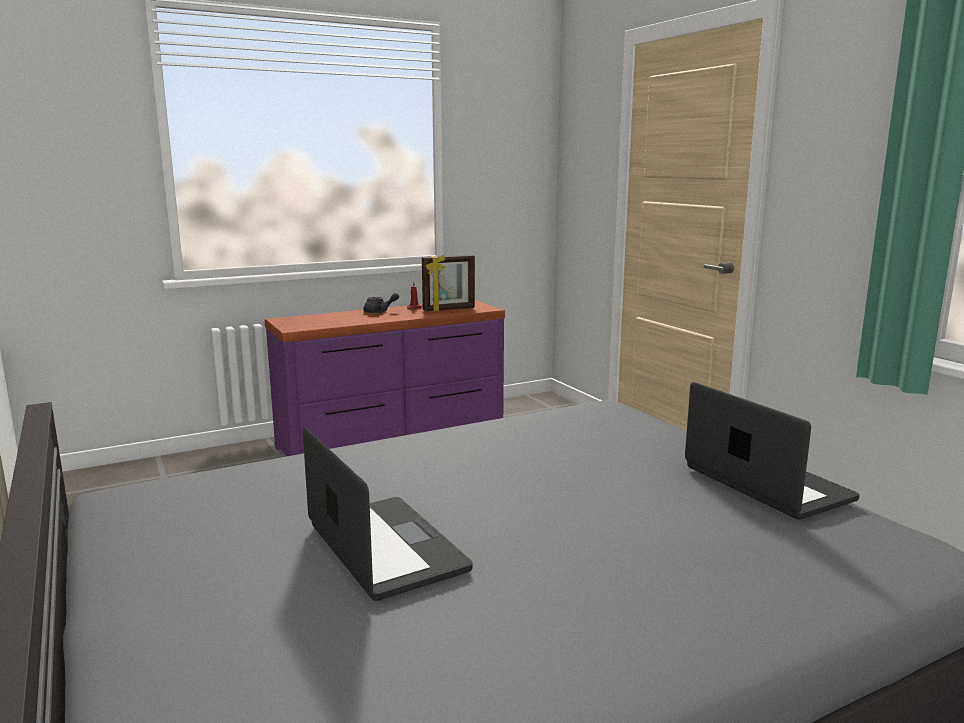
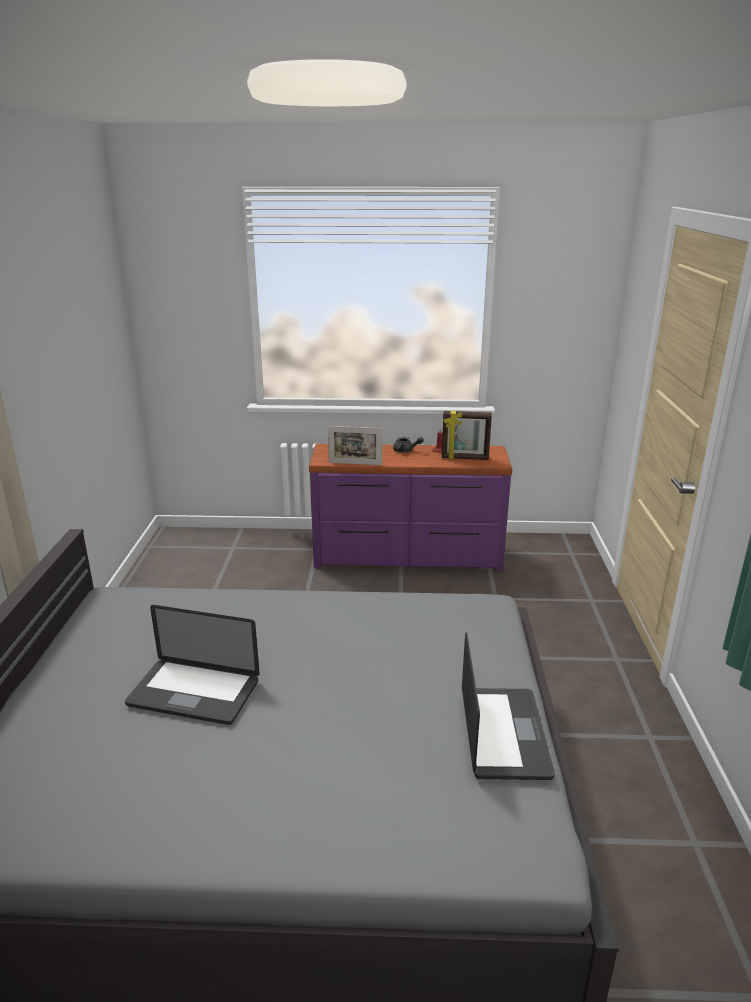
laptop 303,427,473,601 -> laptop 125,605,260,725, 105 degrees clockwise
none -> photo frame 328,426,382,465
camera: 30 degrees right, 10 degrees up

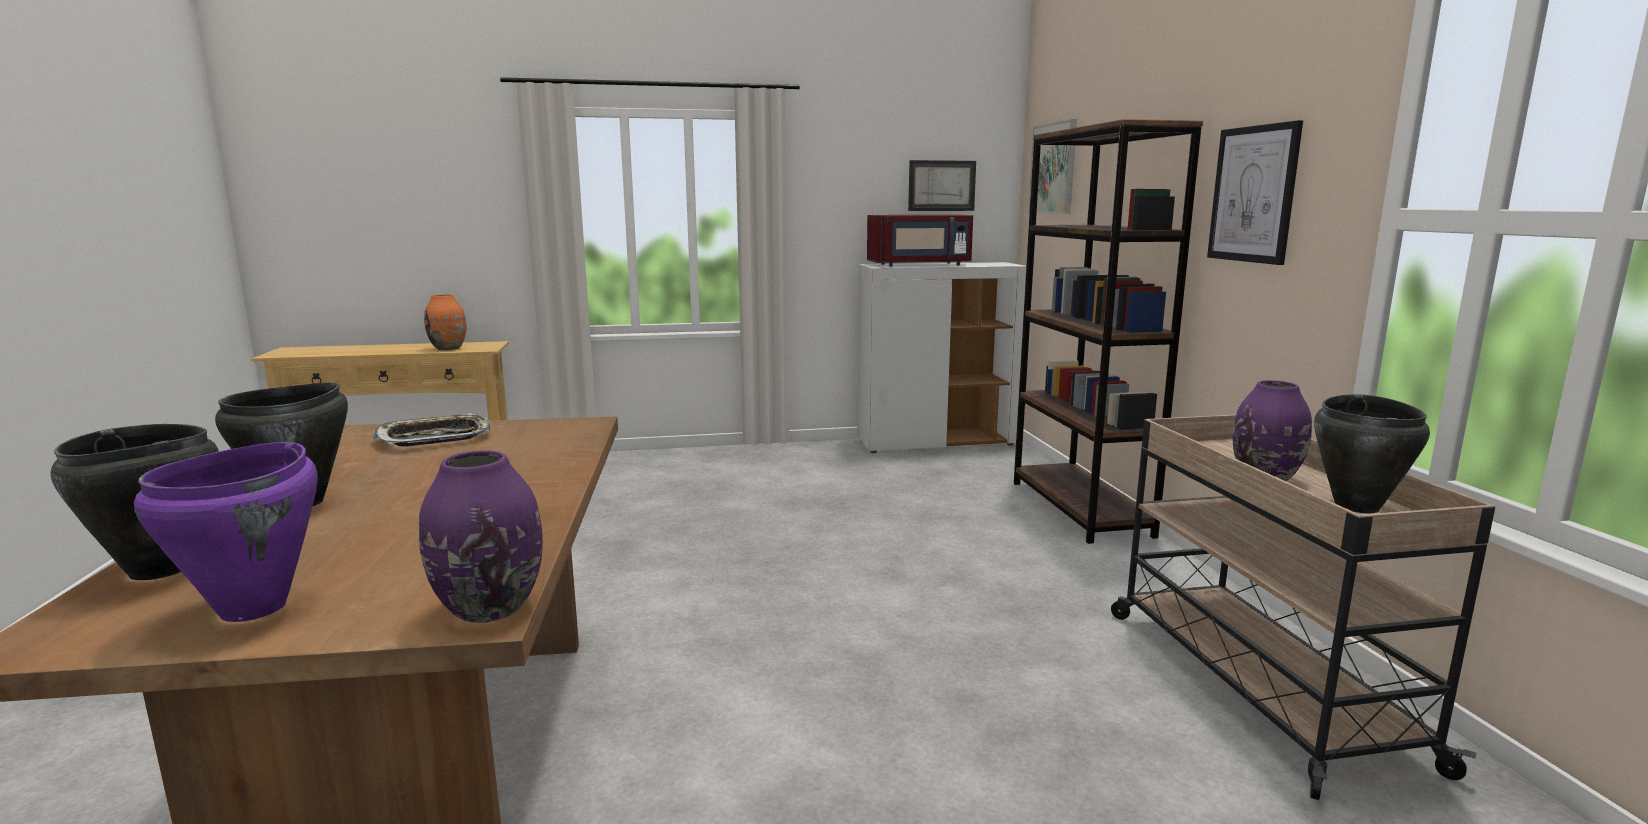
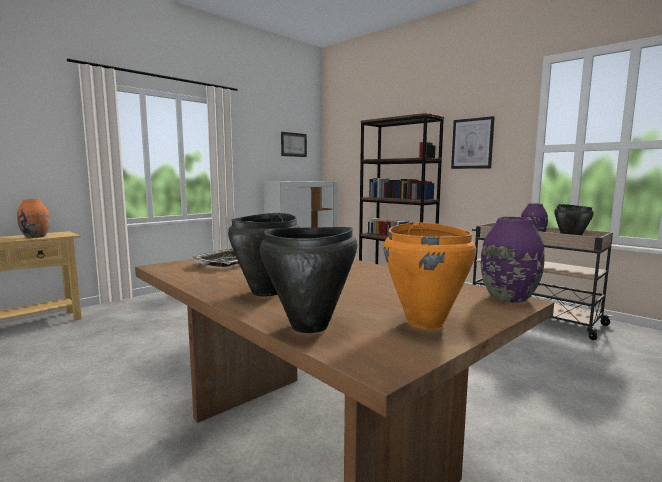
wall picture 1028,119,1077,214 -> none
microwave (red) 867,215,973,267 -> none
cooking pot (purple-coloured) 134,442,318,622 -> cooking pot (orange) 384,222,476,329
camera: 35 degrees left, 5 degrees down

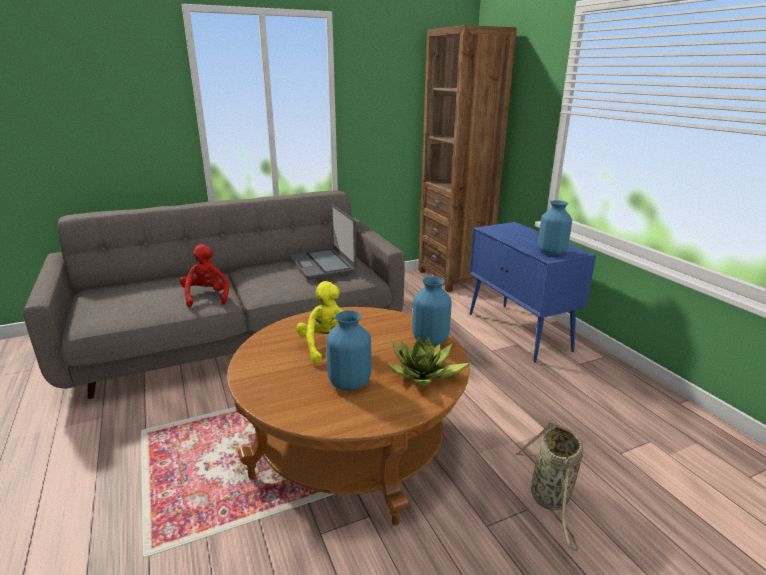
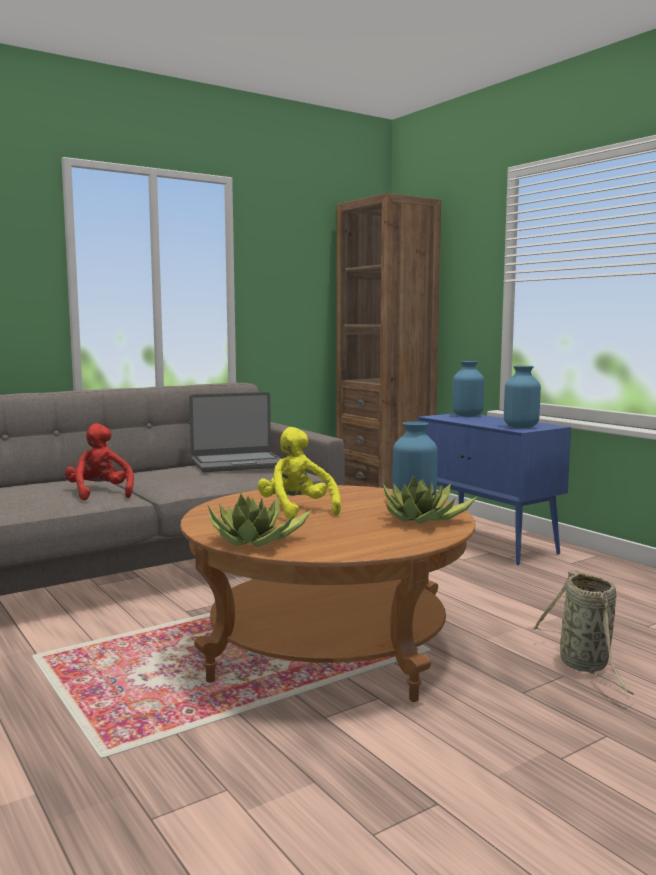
laptop 289,204,357,280 -> laptop 189,392,281,472, 75 degrees counterclockwise
flower vase (bluish) 326,310,371,391 -> flower vase (bluish) 452,361,484,417, relocated
none -> plant in a pot 207,494,312,547
camera: 10 degrees left, 15 degrees down

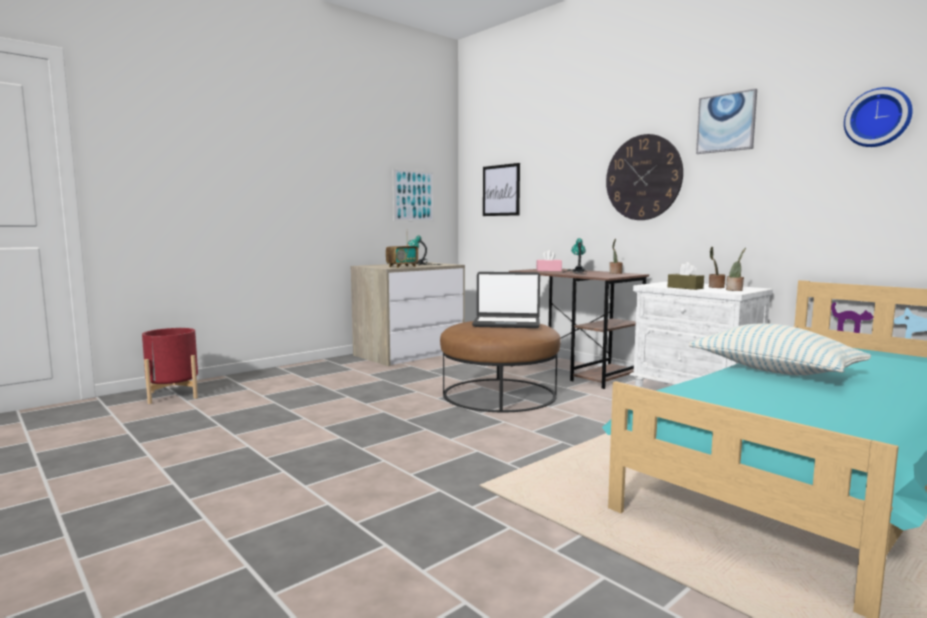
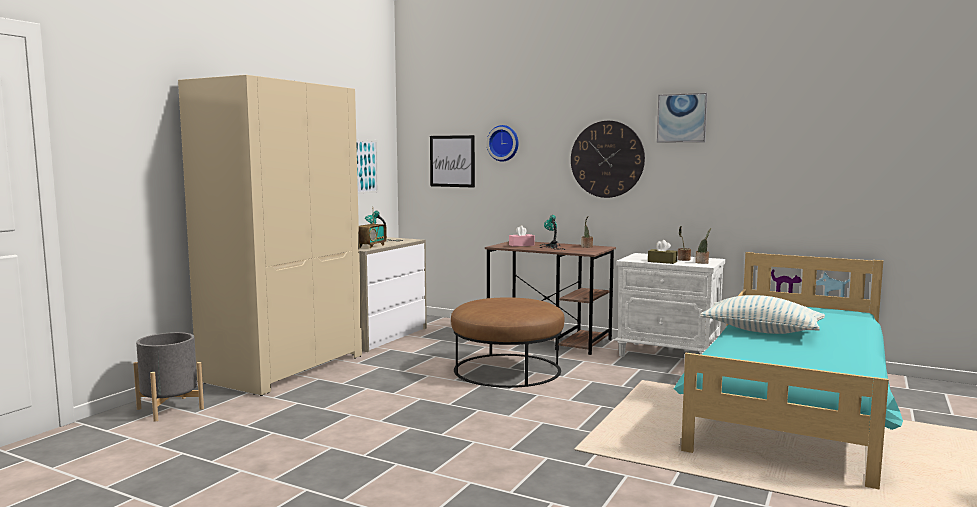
hanging clock 844,87,913,147 -> hanging clock 486,125,519,161, relocated
laptop 472,272,540,328 -> none
planter (red) 142,328,198,404 -> planter (greyish) 133,332,204,422
none -> armoire (sand-coloured) 178,75,362,396
camera: 20 degrees left, 0 degrees up

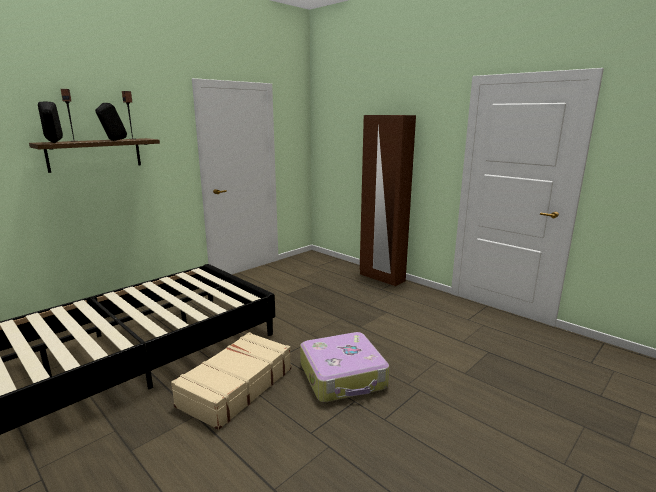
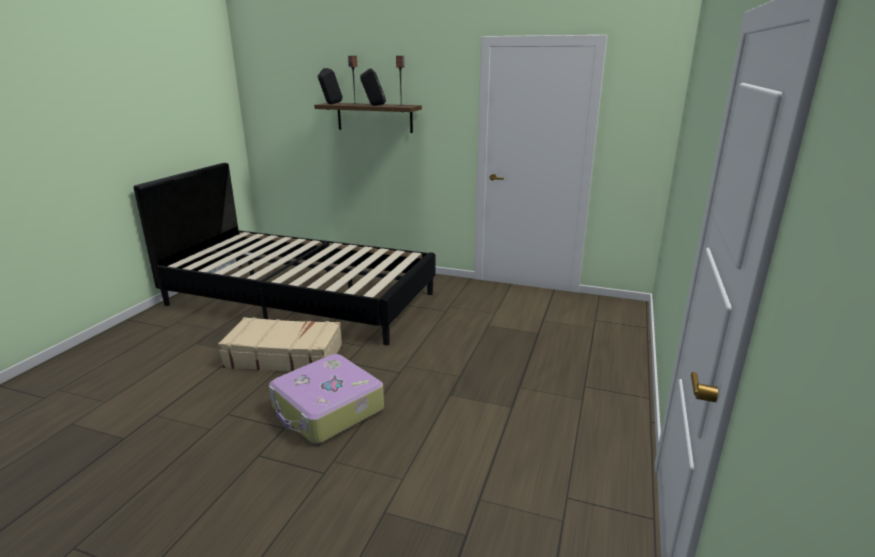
armoire (brownish) 360,115,416,286 -> none
camera: 65 degrees right, 5 degrees up

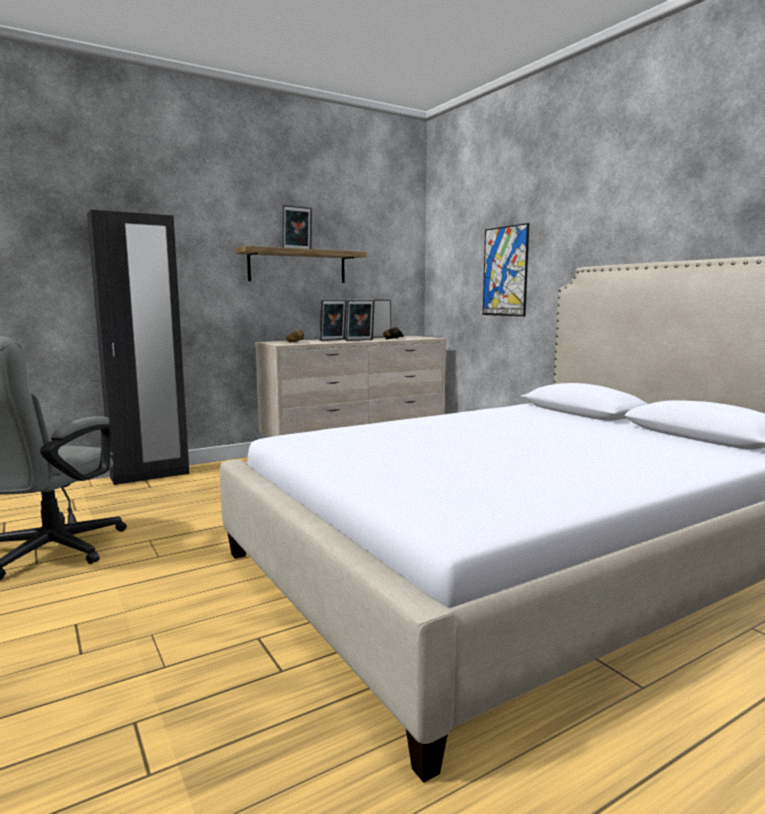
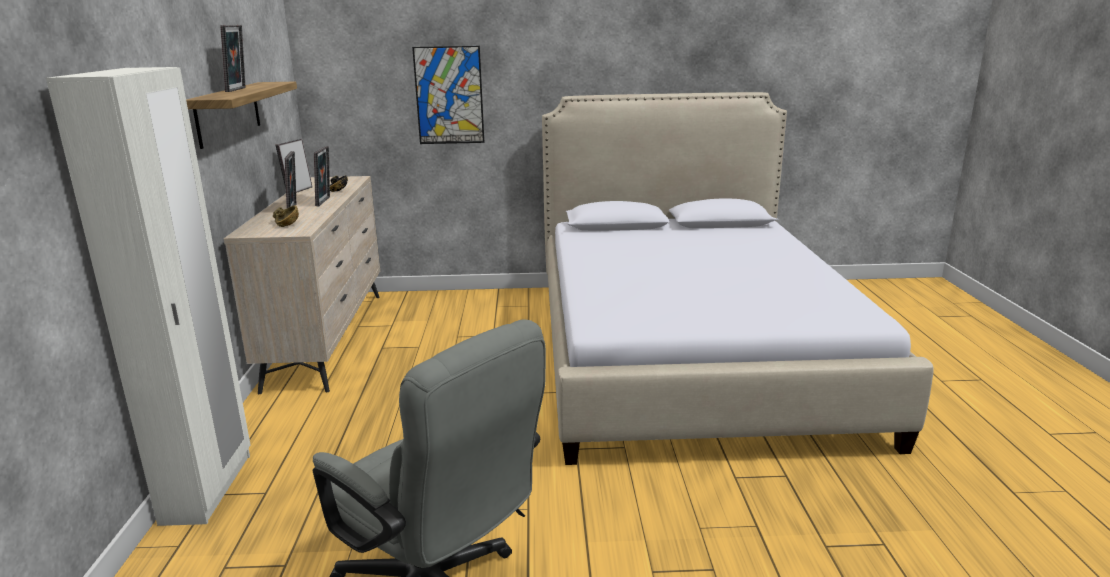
armoire (black-coloured) 87,210,189,485 -> armoire (white-coloured) 46,67,250,526
camera: 60 degrees left, 10 degrees up

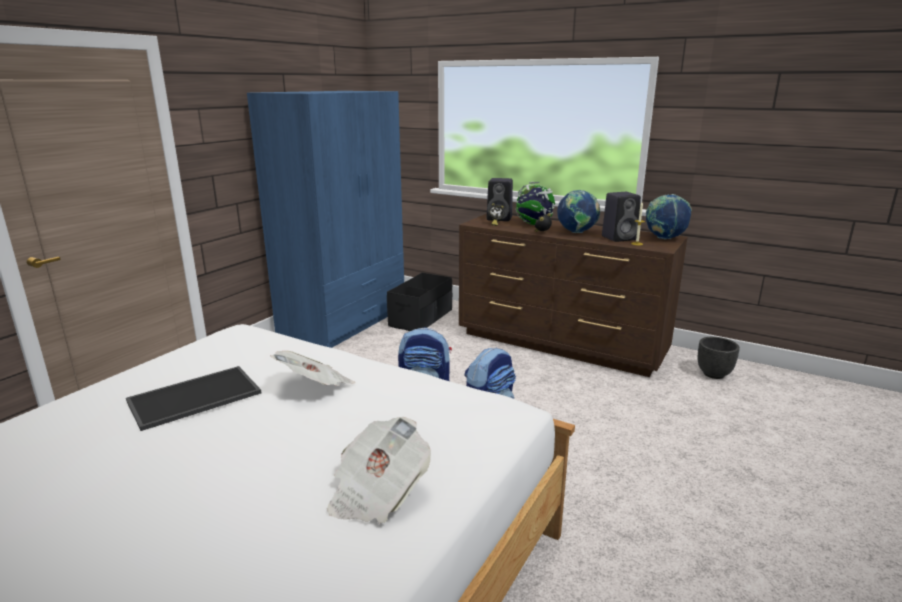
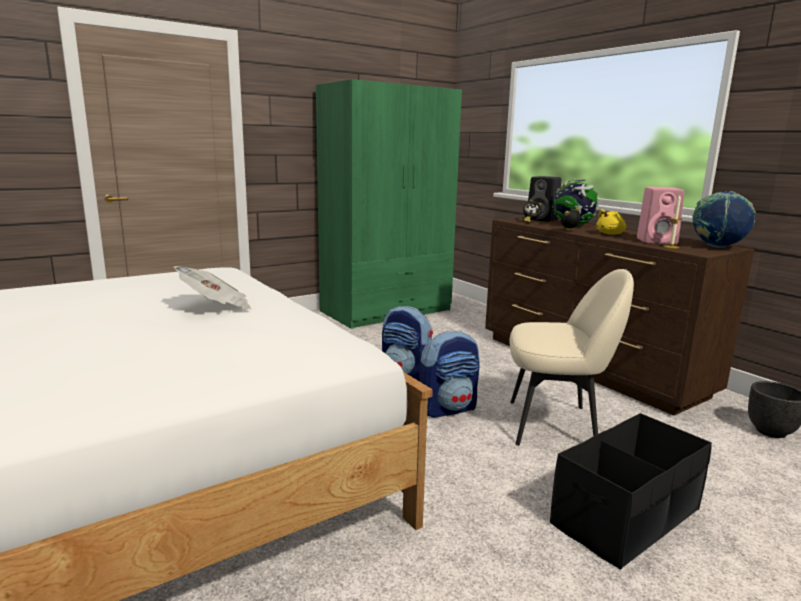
armoire (bluish) 247,91,404,348 -> armoire (green) 316,79,462,329
world globe 557,190,600,233 -> cuddly toy (yellowish) 596,209,627,235
audio speaker (black-coloured) 602,192,641,242 -> audio speaker (pinkish) 637,187,684,245
storage box (black-coloured) 387,273,452,331 -> storage box (black-coloured) 550,413,712,569, relocated
serving tray 126,366,262,431 -> none
printed paper 327,417,431,523 -> none
none -> chair (sand-coloured) 509,269,634,446
camera: 25 degrees right, 5 degrees down

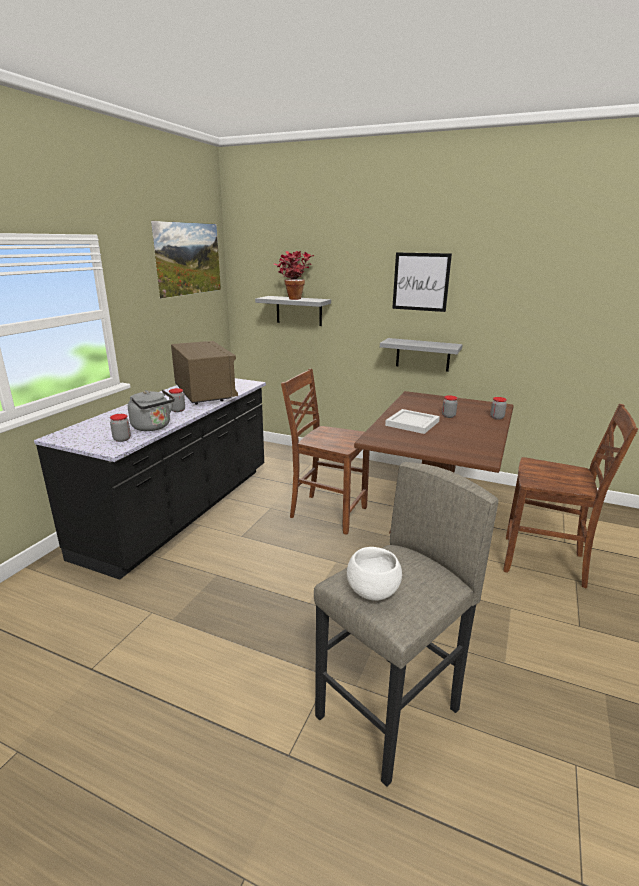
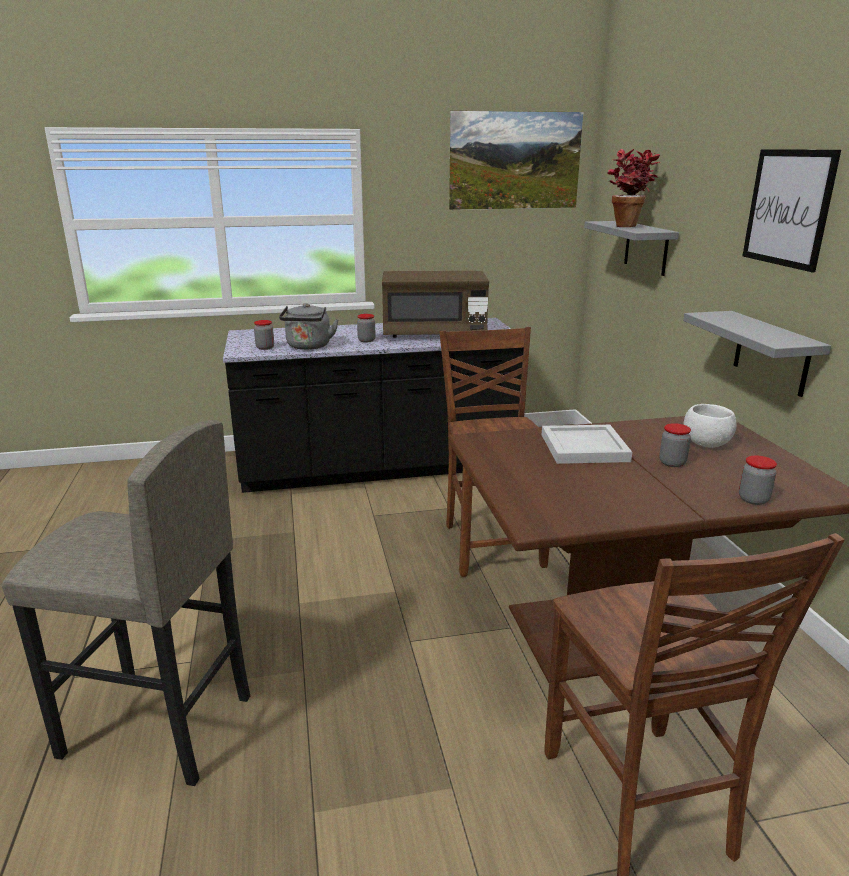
microwave (brownish) 171,341,238,405 -> microwave (brownish) 382,271,489,338, 60 degrees clockwise
bowl (white-coloured) 347,547,402,601 -> bowl (white-coloured) 684,404,737,448, relocated
camera: 55 degrees right, 0 degrees up

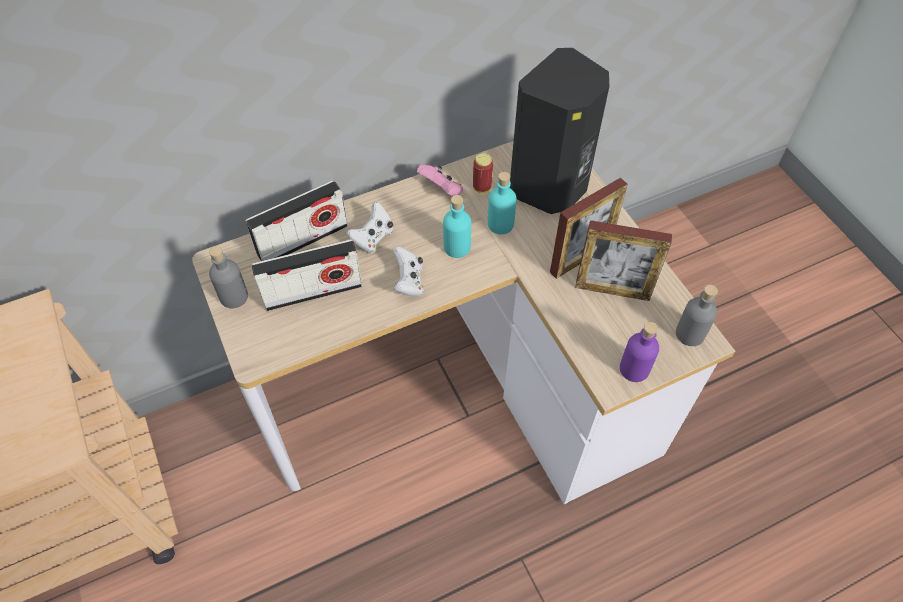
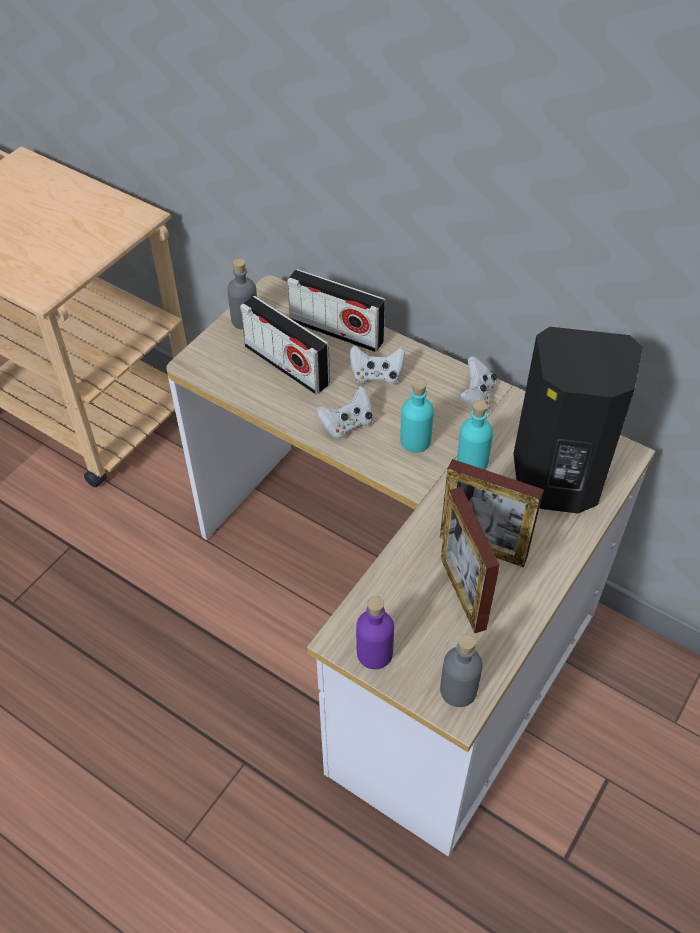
can 473,153,493,193 -> none
gamepad (pinkish) 417,165,463,196 -> gamepad (white-coloured) 460,357,497,411
camera: 60 degrees right, 5 degrees down

